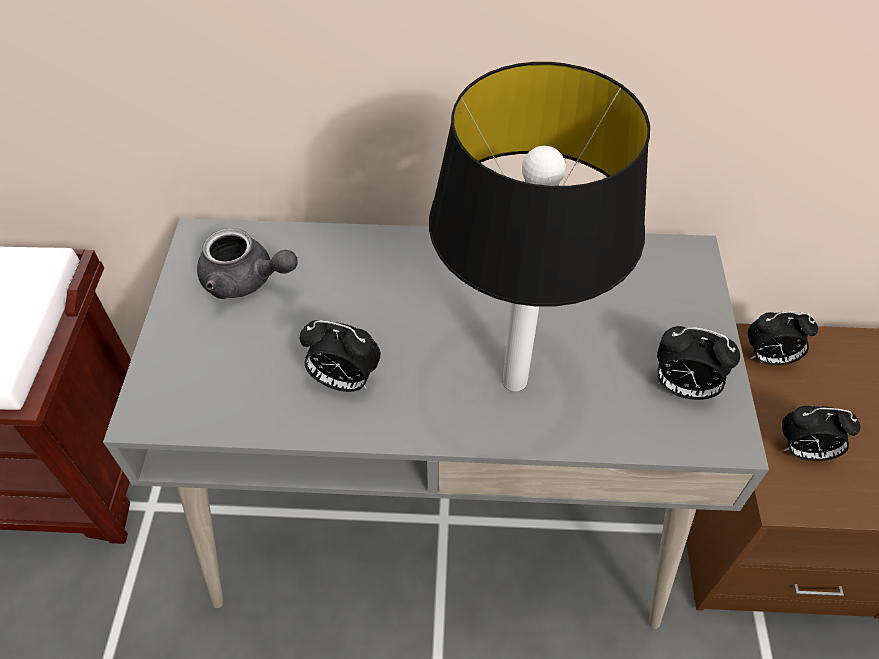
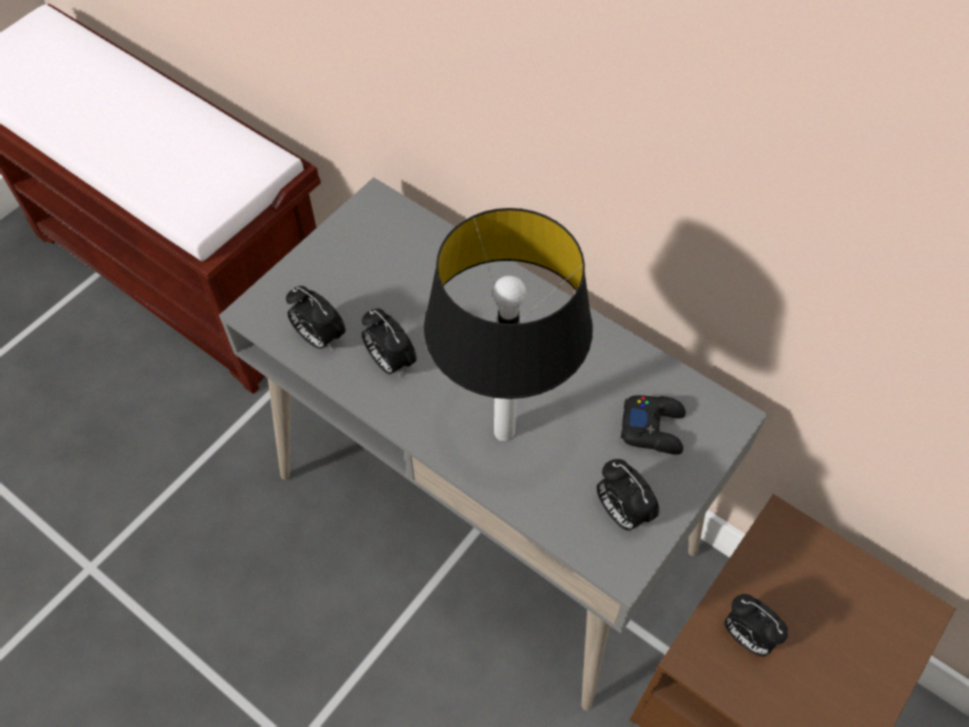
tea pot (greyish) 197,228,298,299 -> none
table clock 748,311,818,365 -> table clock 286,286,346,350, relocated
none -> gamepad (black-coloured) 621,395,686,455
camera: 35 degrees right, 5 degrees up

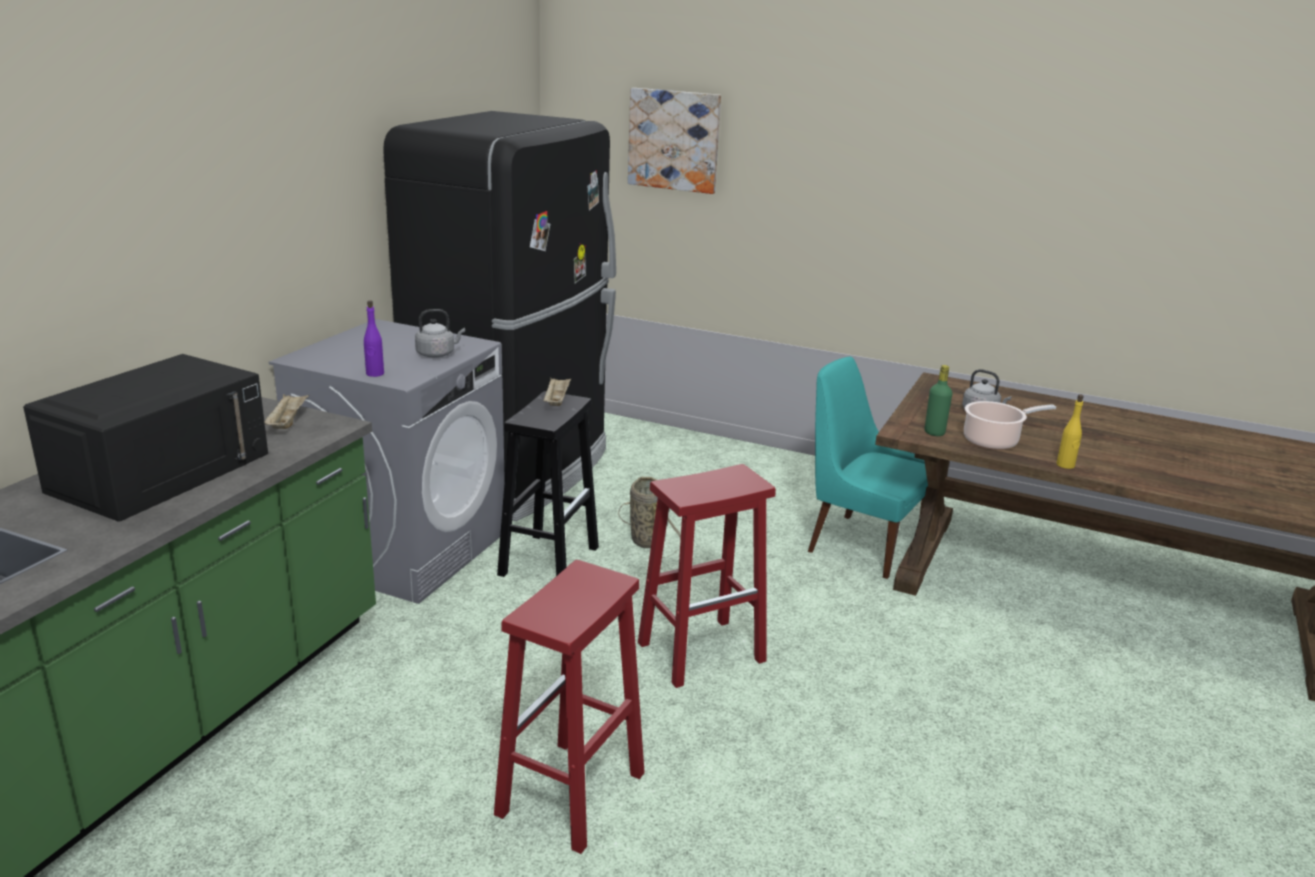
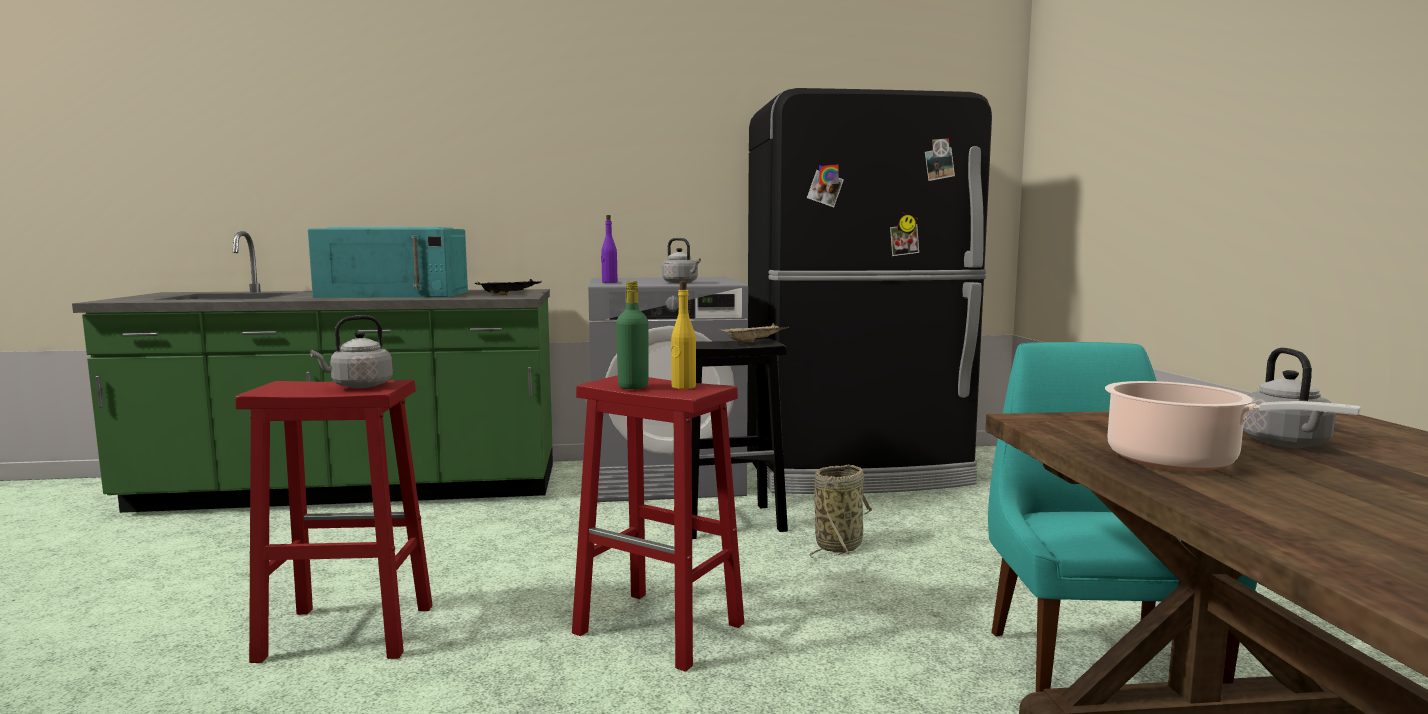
wall picture 628,88,721,194 -> none
microwave (black-coloured) 23,354,268,522 -> microwave (turquoise-coloured) 308,227,468,298
drink bottle (green) 925,365,952,436 -> drink bottle (green) 616,281,649,389, relocated
serving tray (sand-coloured) 264,394,309,429 -> serving tray (black-coloured) 475,279,542,295
drink bottle (yellowish) 1057,394,1084,469 -> drink bottle (yellowish) 671,281,696,389, relocated
none -> tea kettle (greyish) 310,315,393,388
camera: 60 degrees right, 15 degrees down

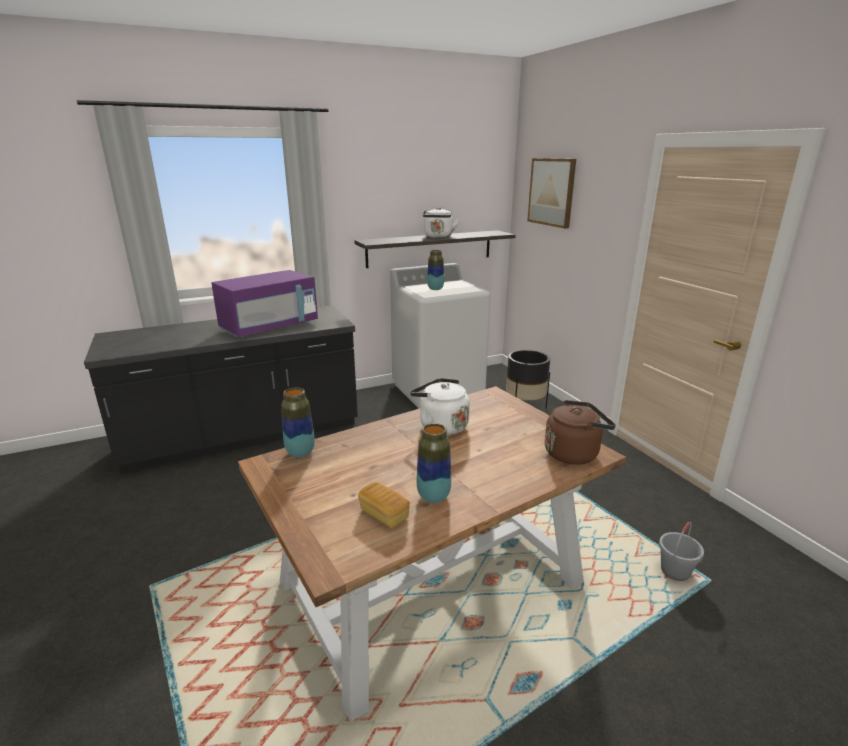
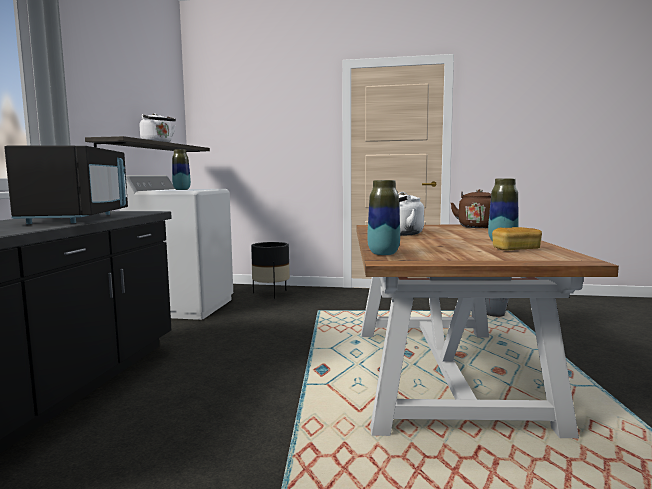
wall picture 527,158,576,229 -> none
microwave (purple-coloured) 211,270,318,337 -> microwave (black-coloured) 4,146,128,224
camera: 55 degrees left, 15 degrees down

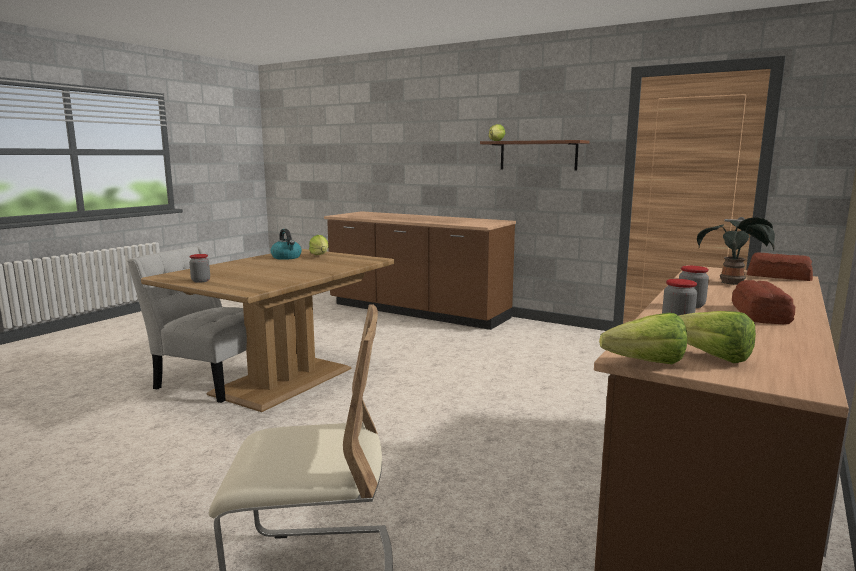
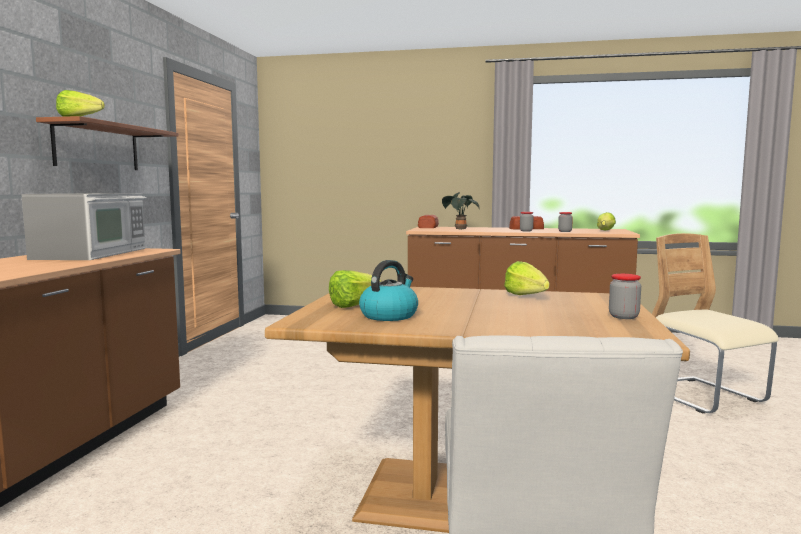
head of lettuce 599,313,687,364 -> head of lettuce 504,261,550,295, relocated
none -> microwave 21,193,147,260
camera: 110 degrees left, 5 degrees down

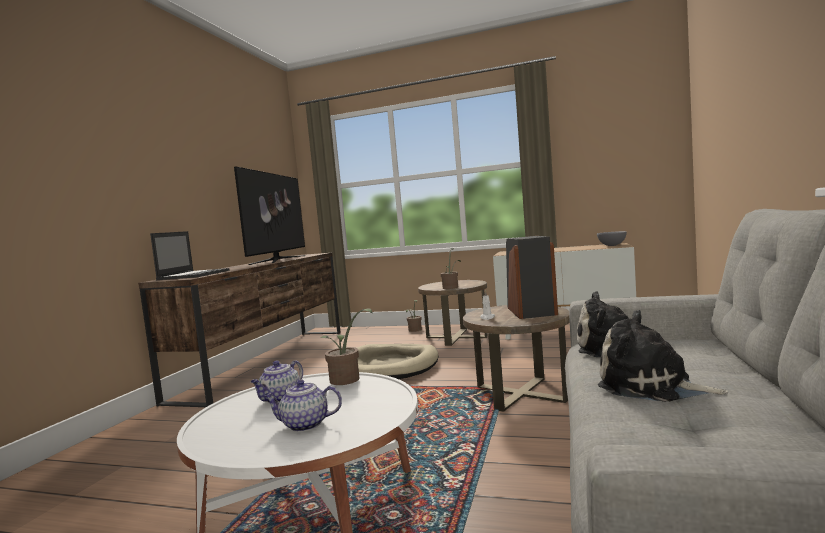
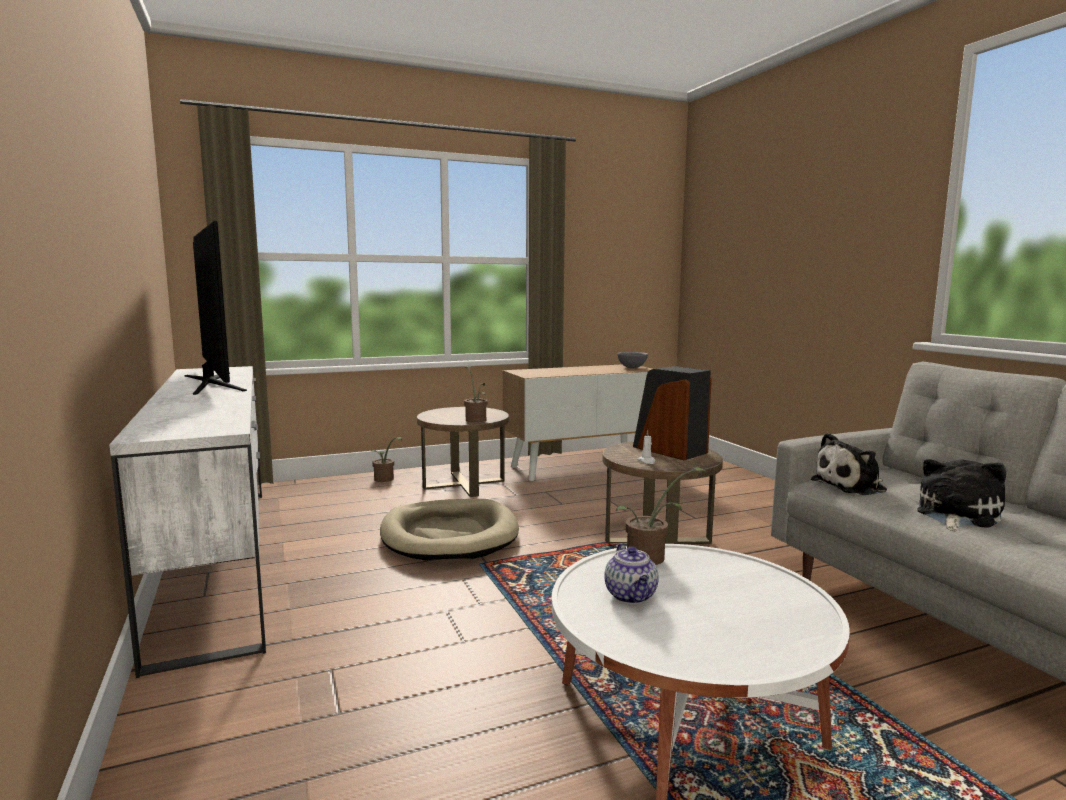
laptop 150,231,229,280 -> none
tv stand (brownish) 138,253,341,407 -> tv stand (white-coloured) 109,366,266,678
cuddly toy 598,310,729,402 -> cuddly toy 917,459,1006,531, 135 degrees clockwise
tea pot 263,380,342,432 -> none
camera: 40 degrees left, 5 degrees up

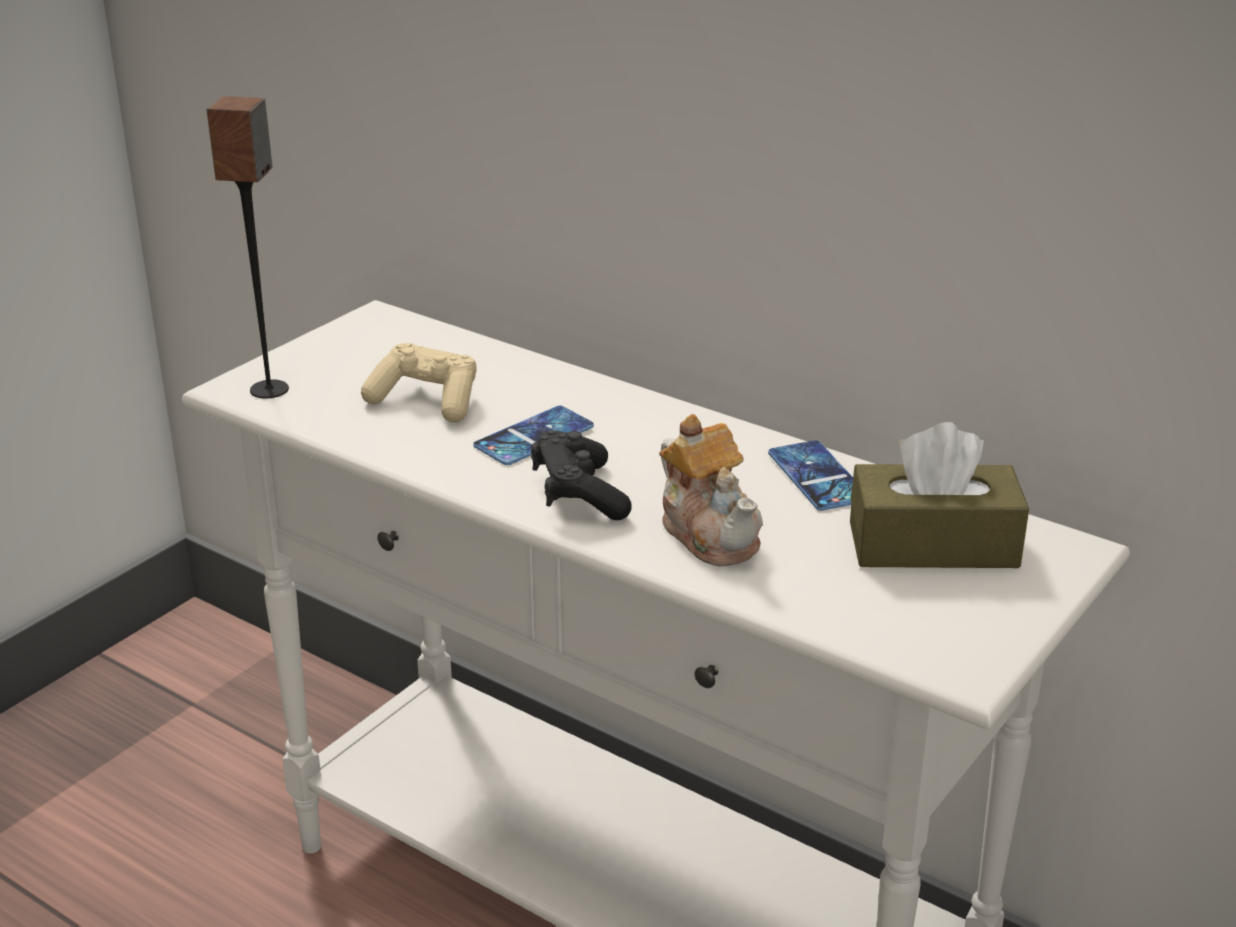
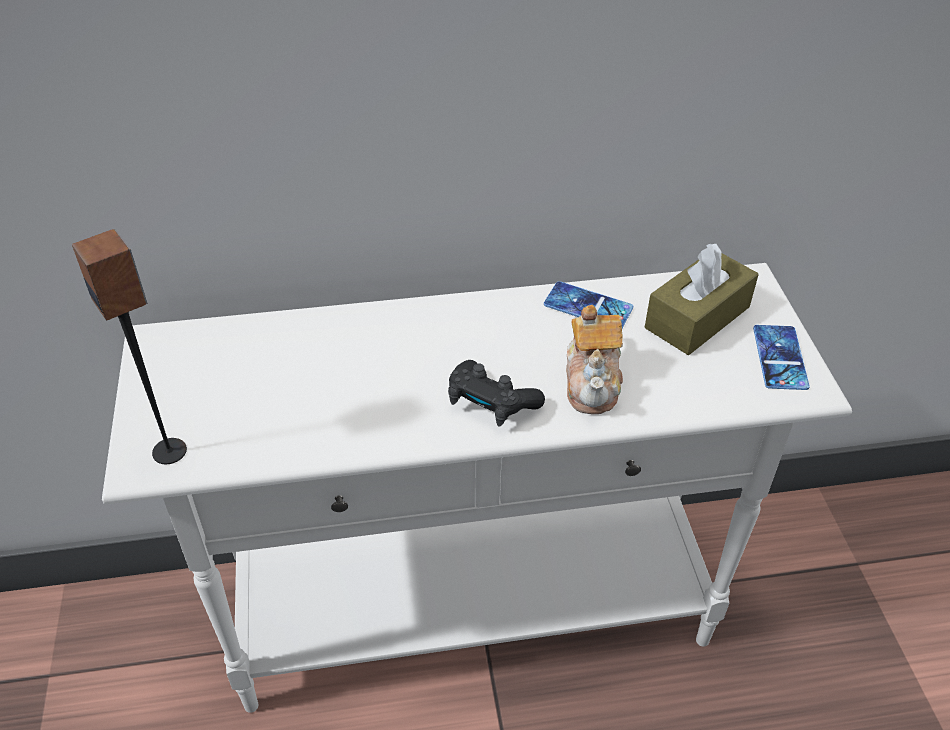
gamepad (sand-coloured) 361,343,476,423 -> none
handset 473,406,594,465 -> handset 753,325,810,390, relocated
tea pot 659,414,763,566 -> tea pot 566,305,623,414, 75 degrees clockwise
camera: 45 degrees left, 15 degrees up

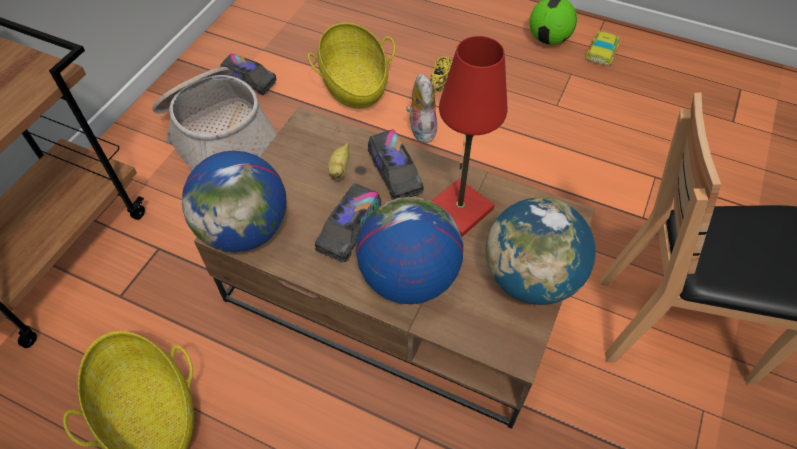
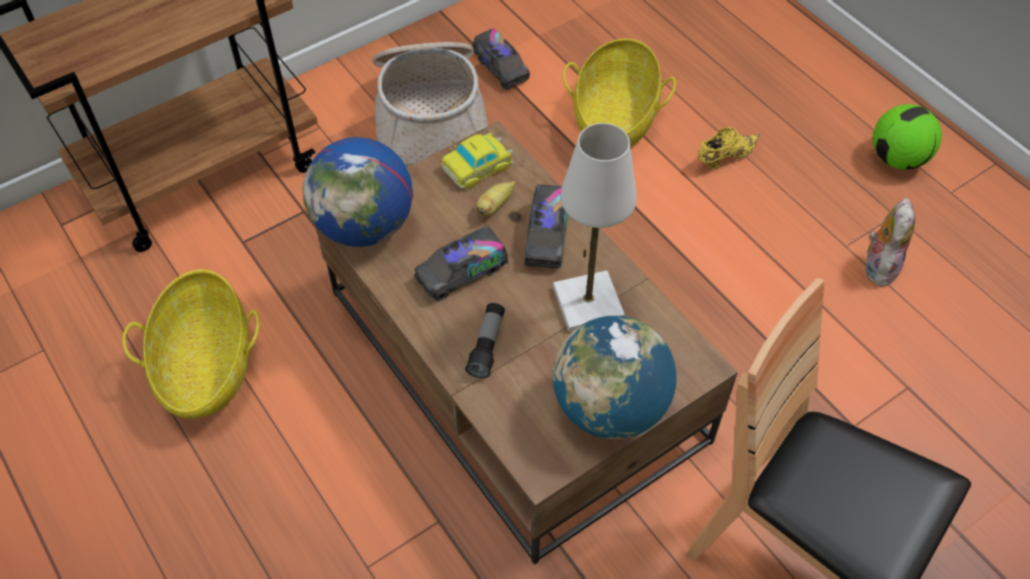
miniature car 586,31,620,66 -> miniature car 441,133,513,189, relocated
tabletop lamp (red) 431,36,507,237 -> tabletop lamp (white-coloured) 553,123,637,332
cuddly toy 406,73,437,143 -> cuddly toy 865,198,915,288, relocated
world globe 356,197,463,304 -> torch 465,303,505,378
camera: 30 degrees right, 0 degrees up

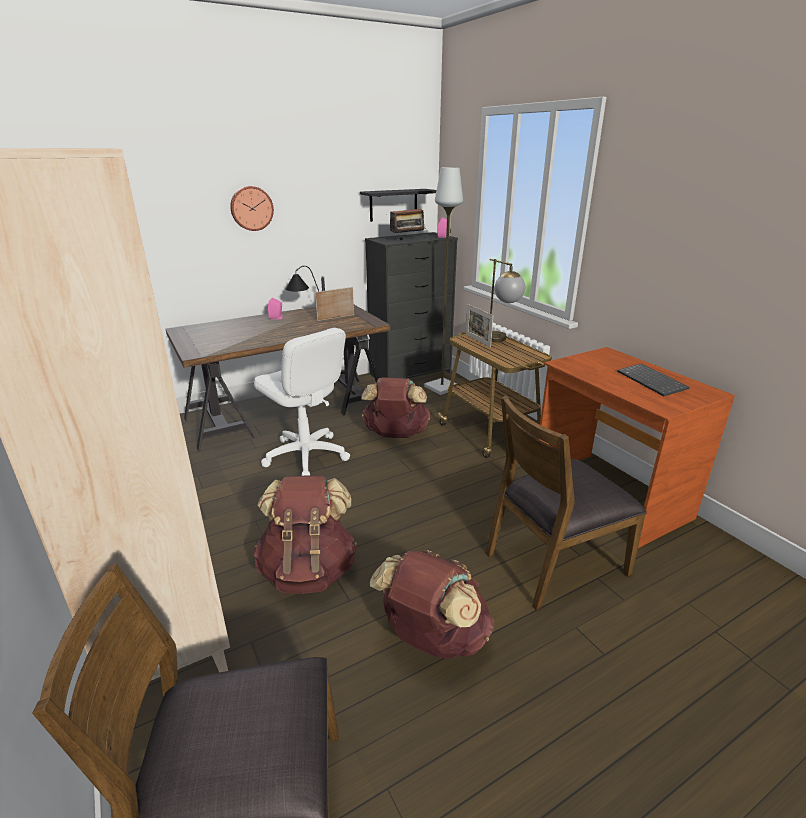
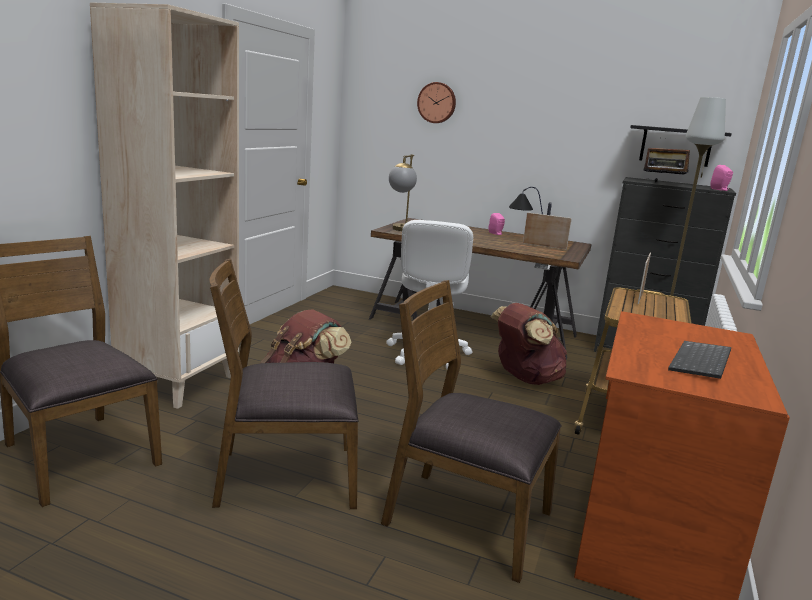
hanging clock 230,186,274,231 -> hanging clock 417,82,456,123, relocated
tabletop lamp 490,259,525,342 -> tabletop lamp 389,154,417,231, relocated
backpack (brownish) 370,550,494,659 -> chair (brownish) 210,258,358,509
camera: 50 degrees right, 10 degrees down

